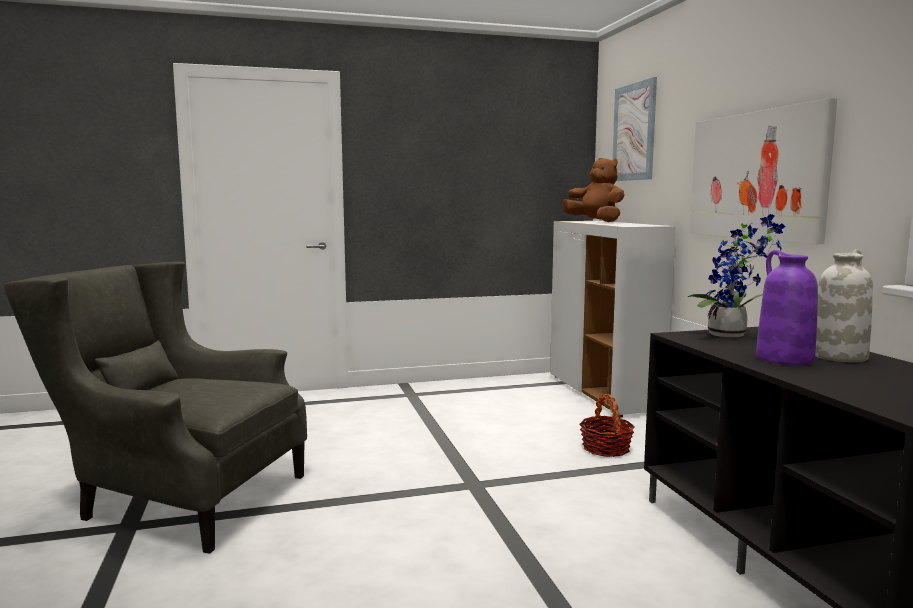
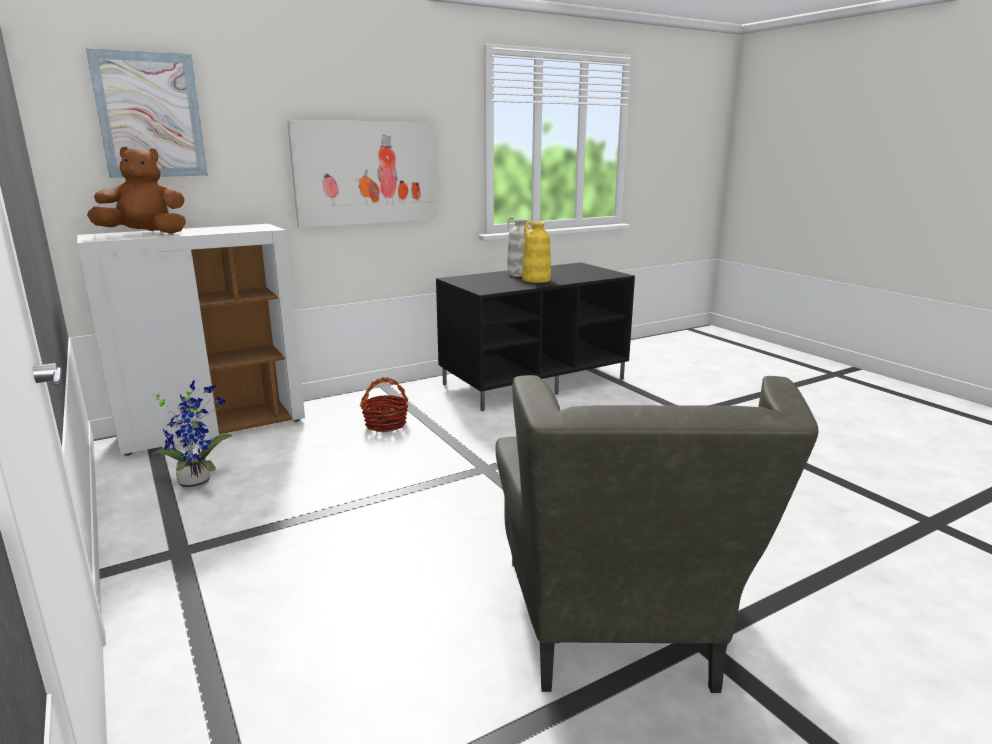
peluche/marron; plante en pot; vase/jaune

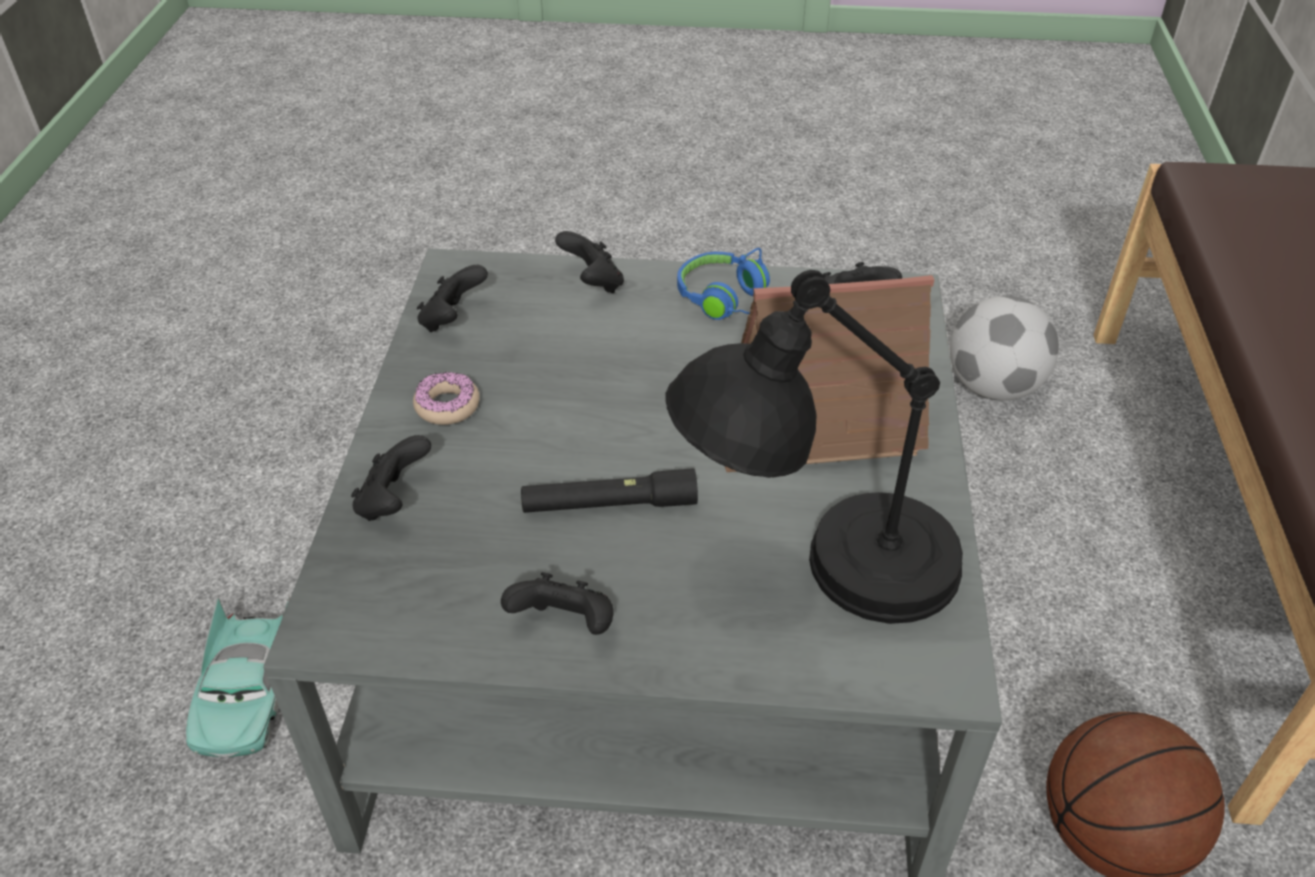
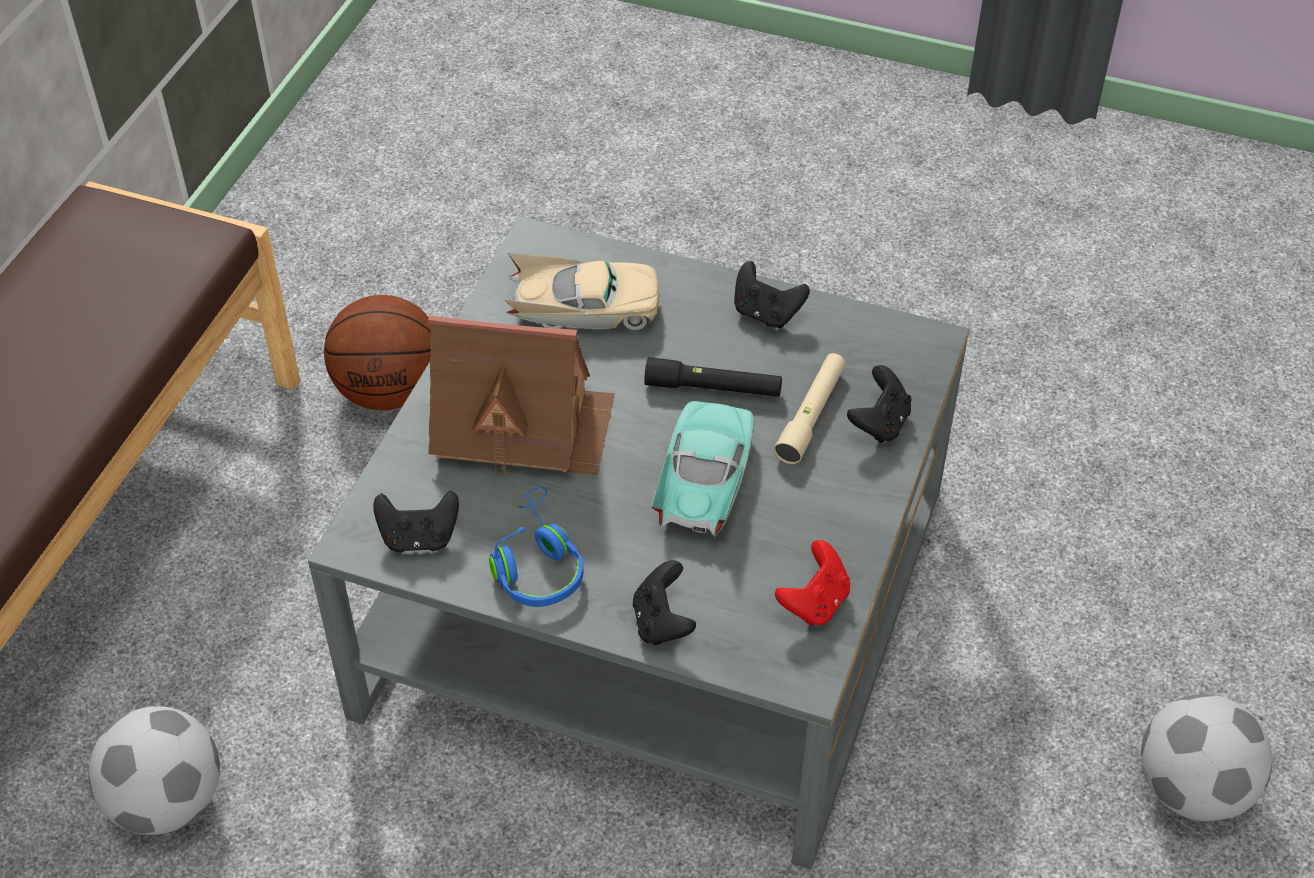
petite voiture/beige; petite voiture/turquoise; lampe de poche/beige; manette/rouge; ballon de foot (no. 2 from left); beignet

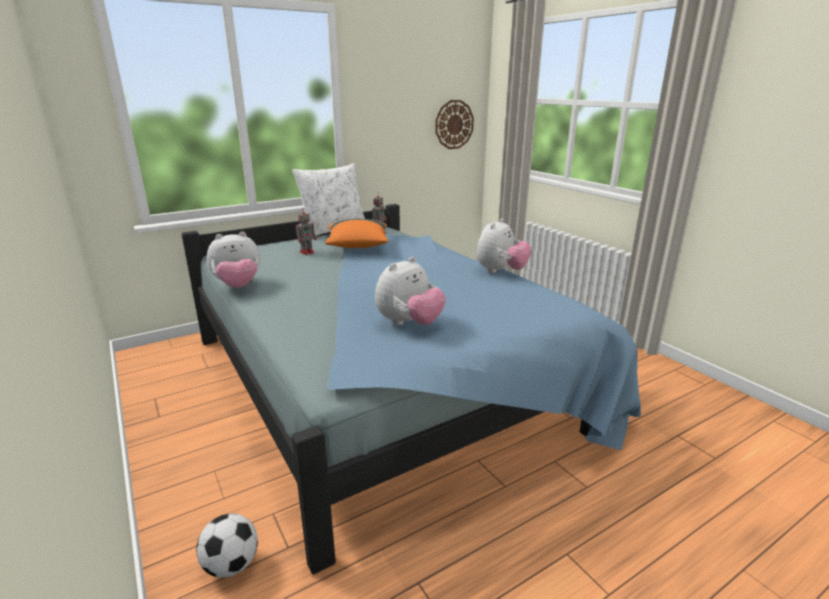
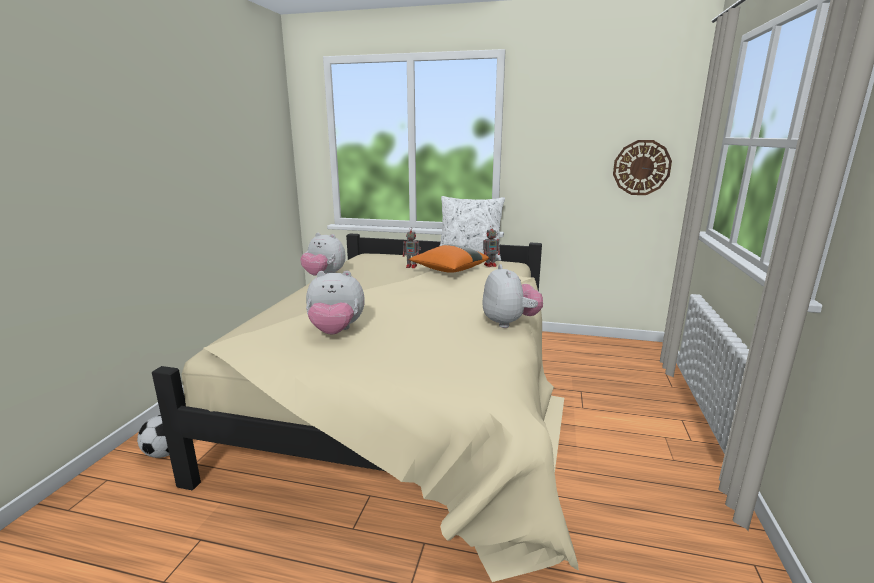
lit/beige; peluche (no. 3 from left)

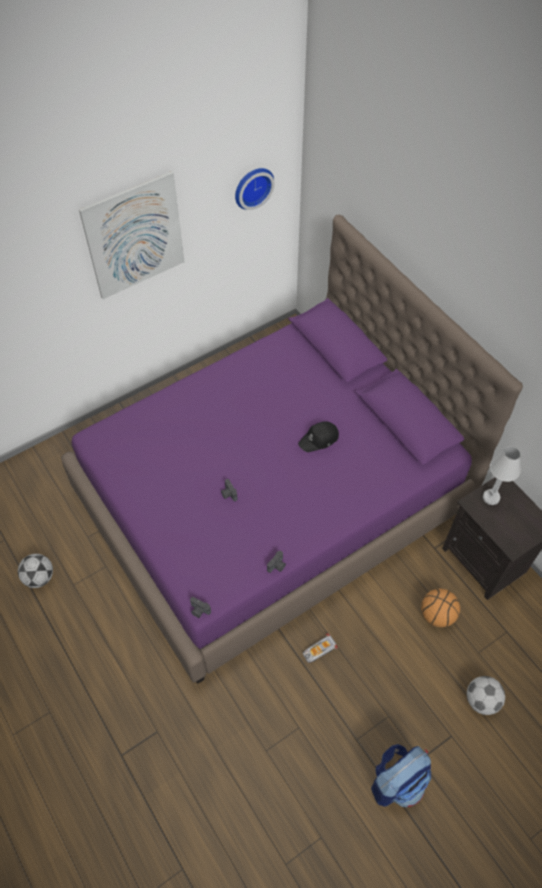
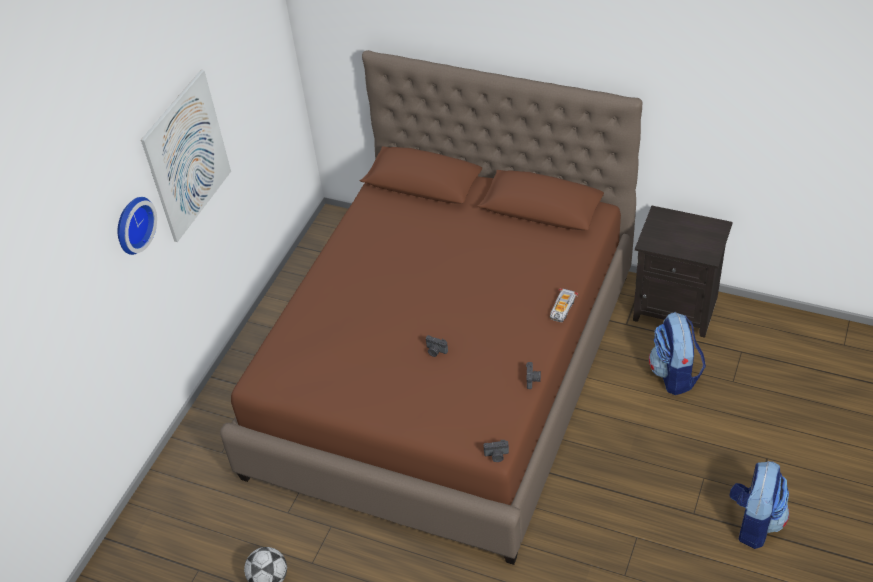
horloge murale; lit/marron; petite voiture; sac à dos (no. 1 from left); casquette/noir; ballon de foot (no. 2 from left in the first image); lampe de table/blanc

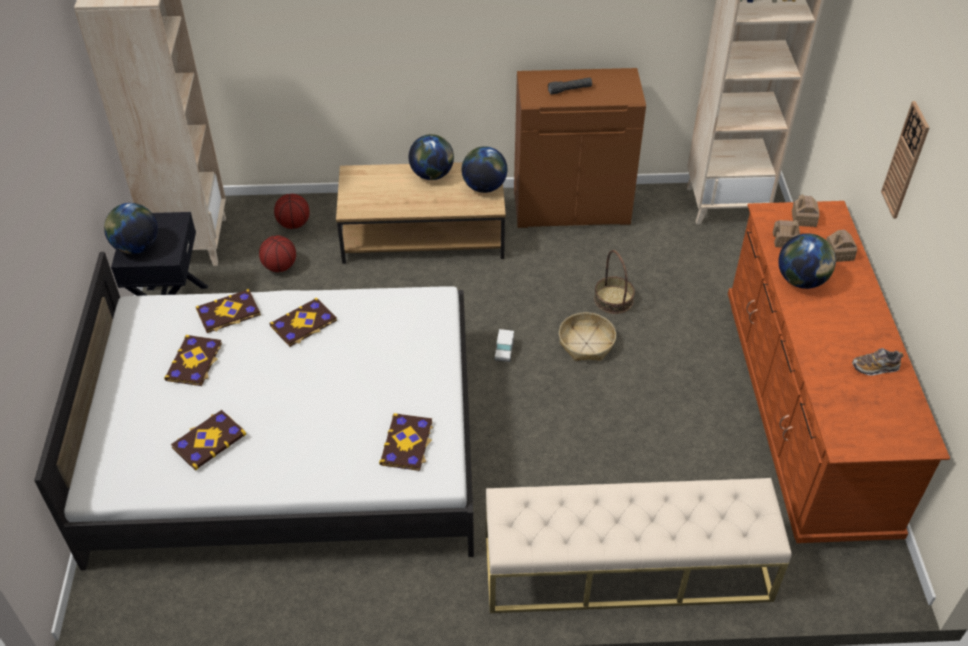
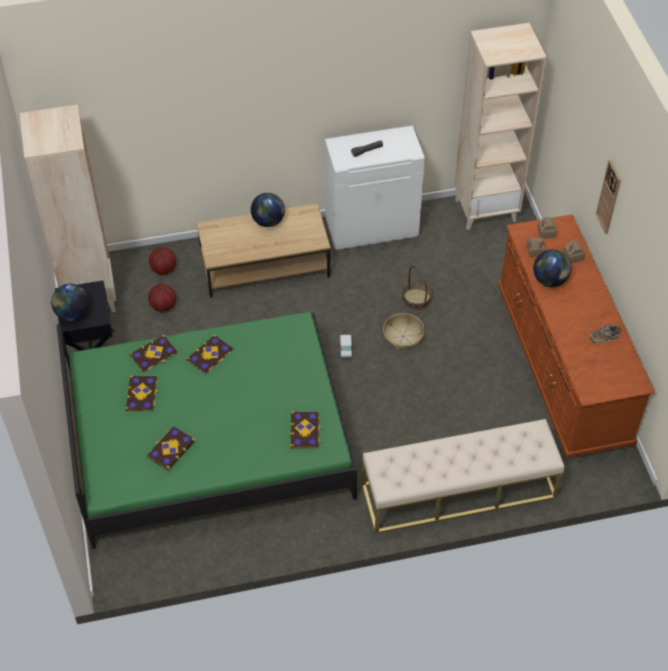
lit/vert; meuble de rangement/blanc; globe (no. 3 from left in the first image)

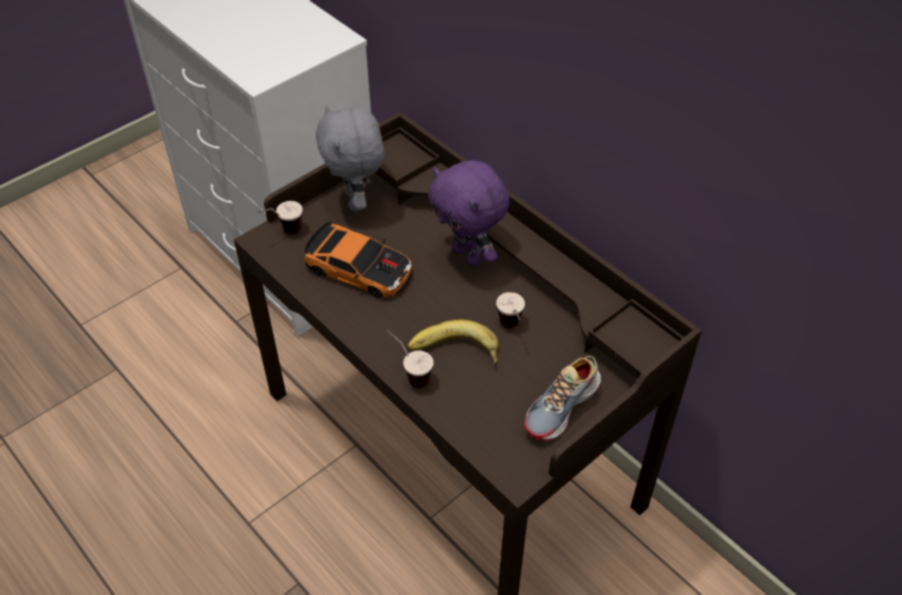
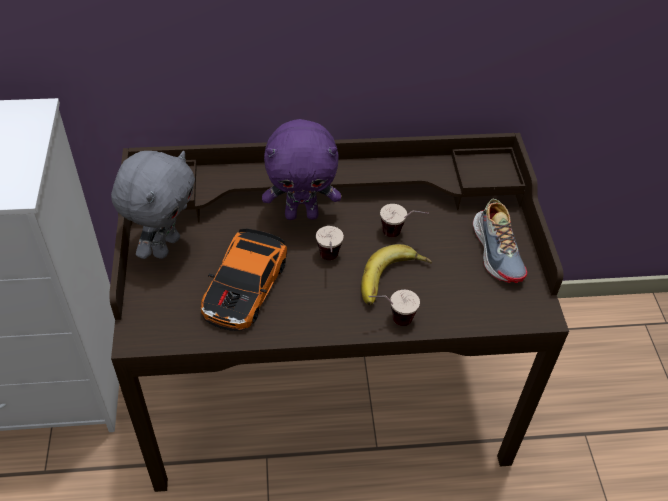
peluche/gris; petite voiture; tasse (no. 1 from left)

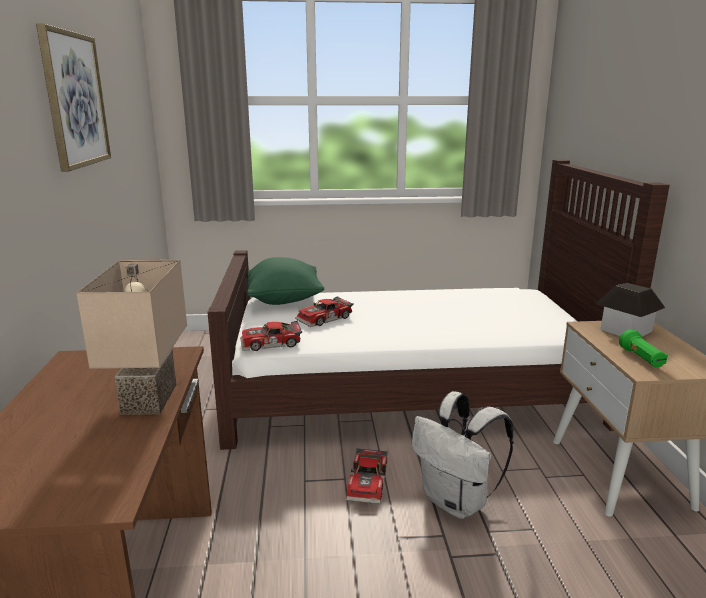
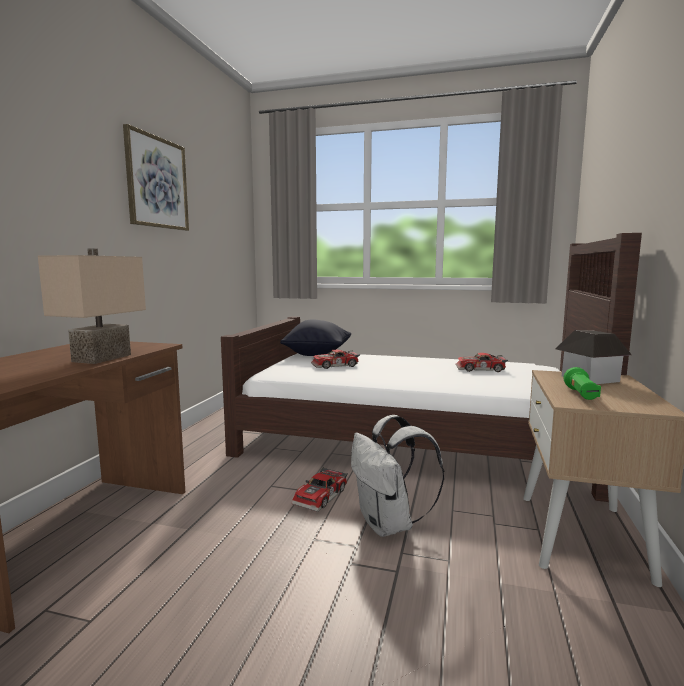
coussin/noir; petite voiture (no. 3 from left)

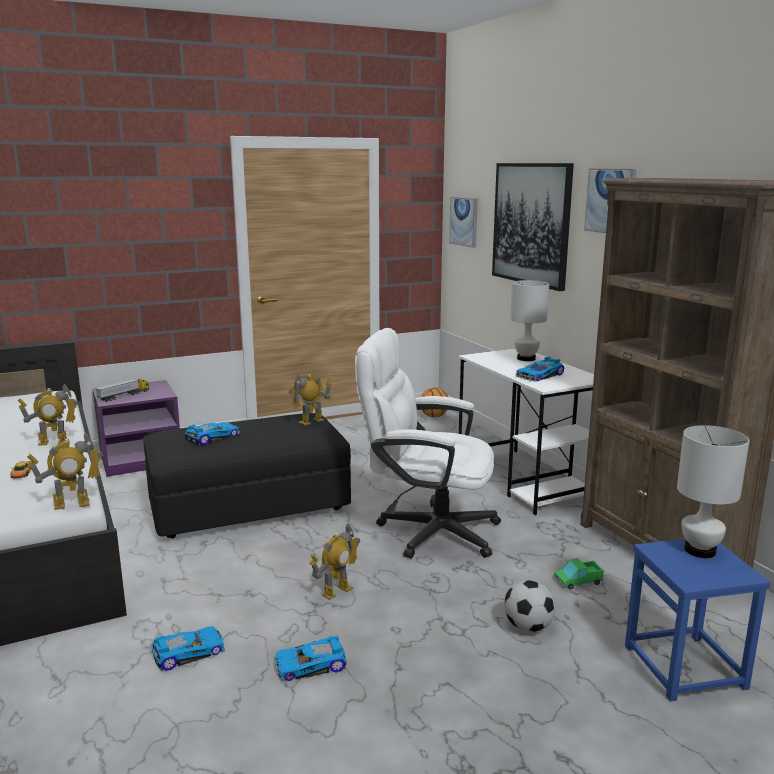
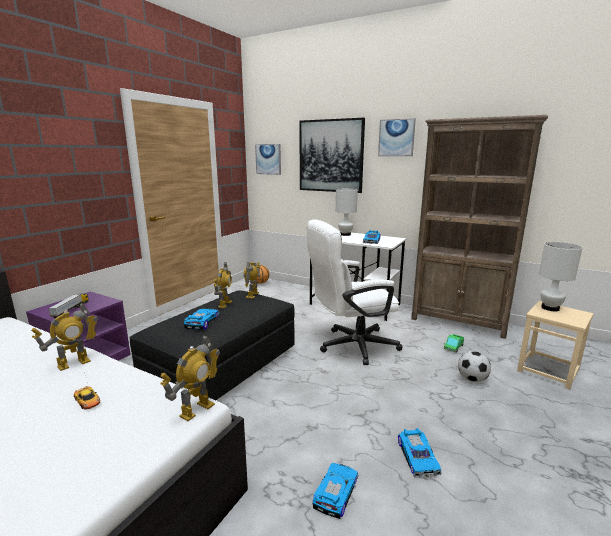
robot jouet (no. 3 from left); petite voiture (no. 5 from left); tabouret/beige

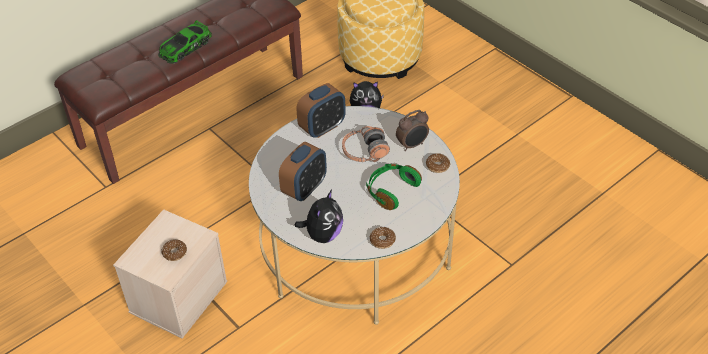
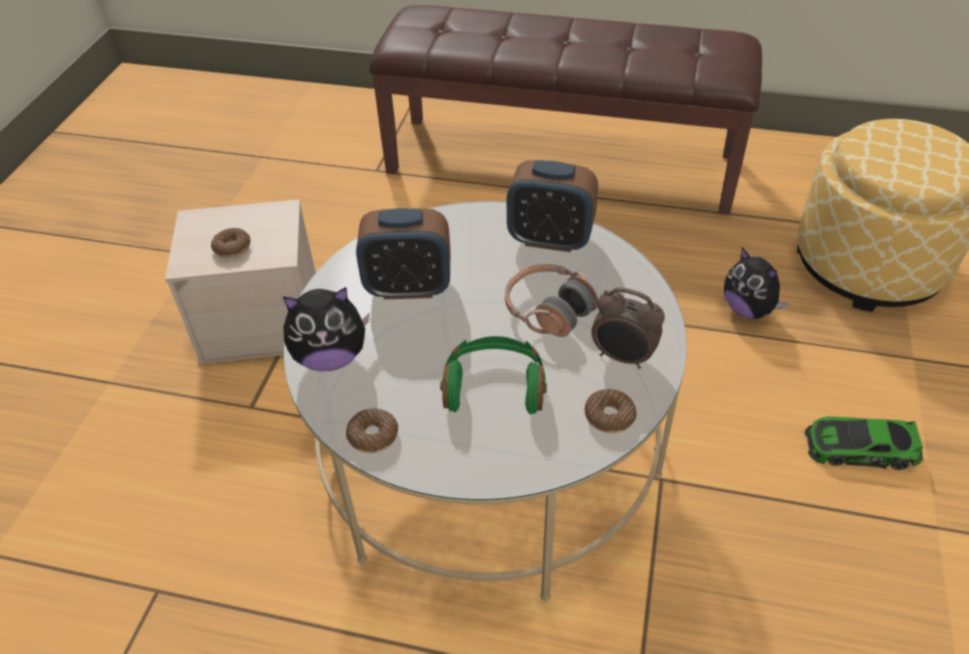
petite voiture

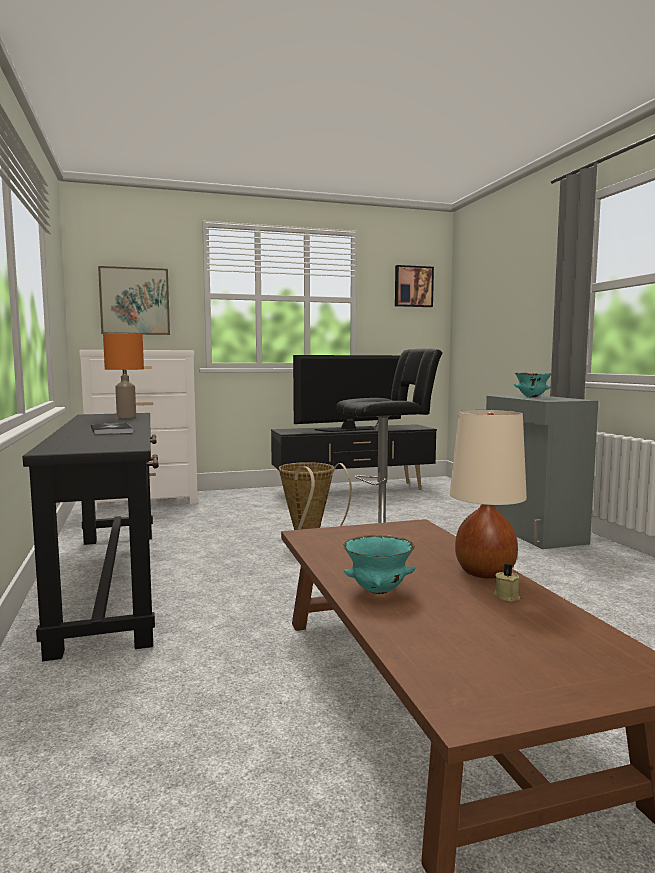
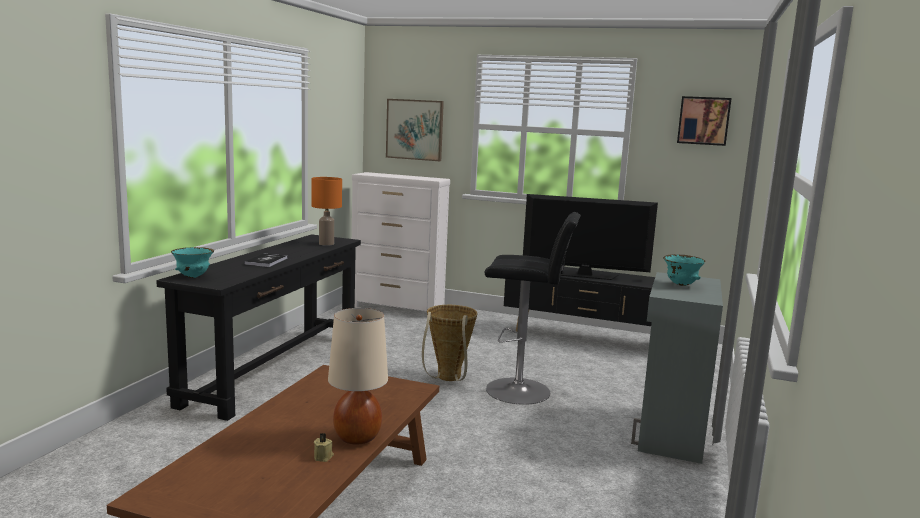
bol/turquoise (no. 1 from left)

